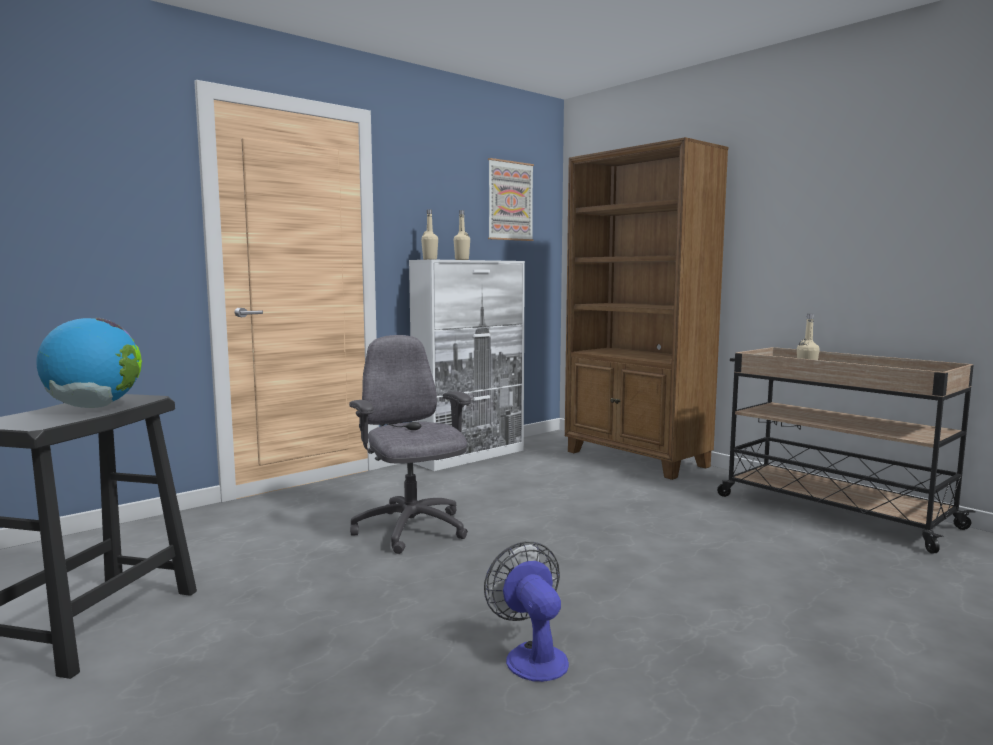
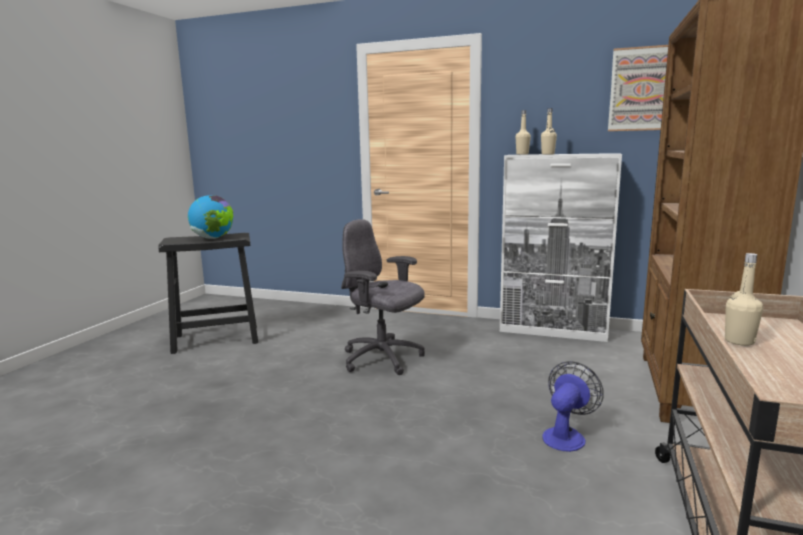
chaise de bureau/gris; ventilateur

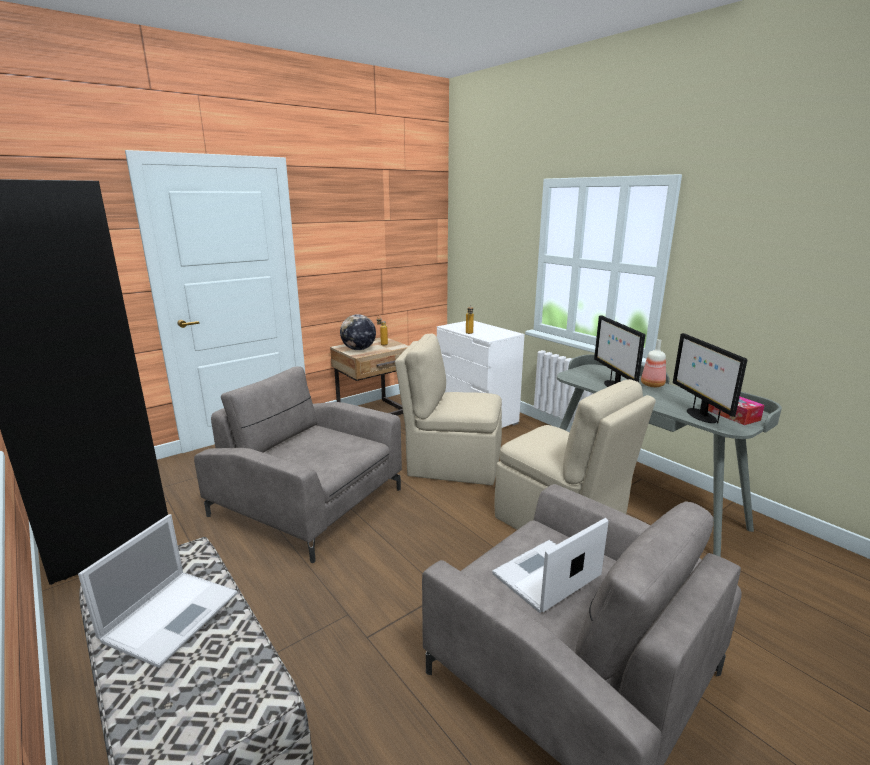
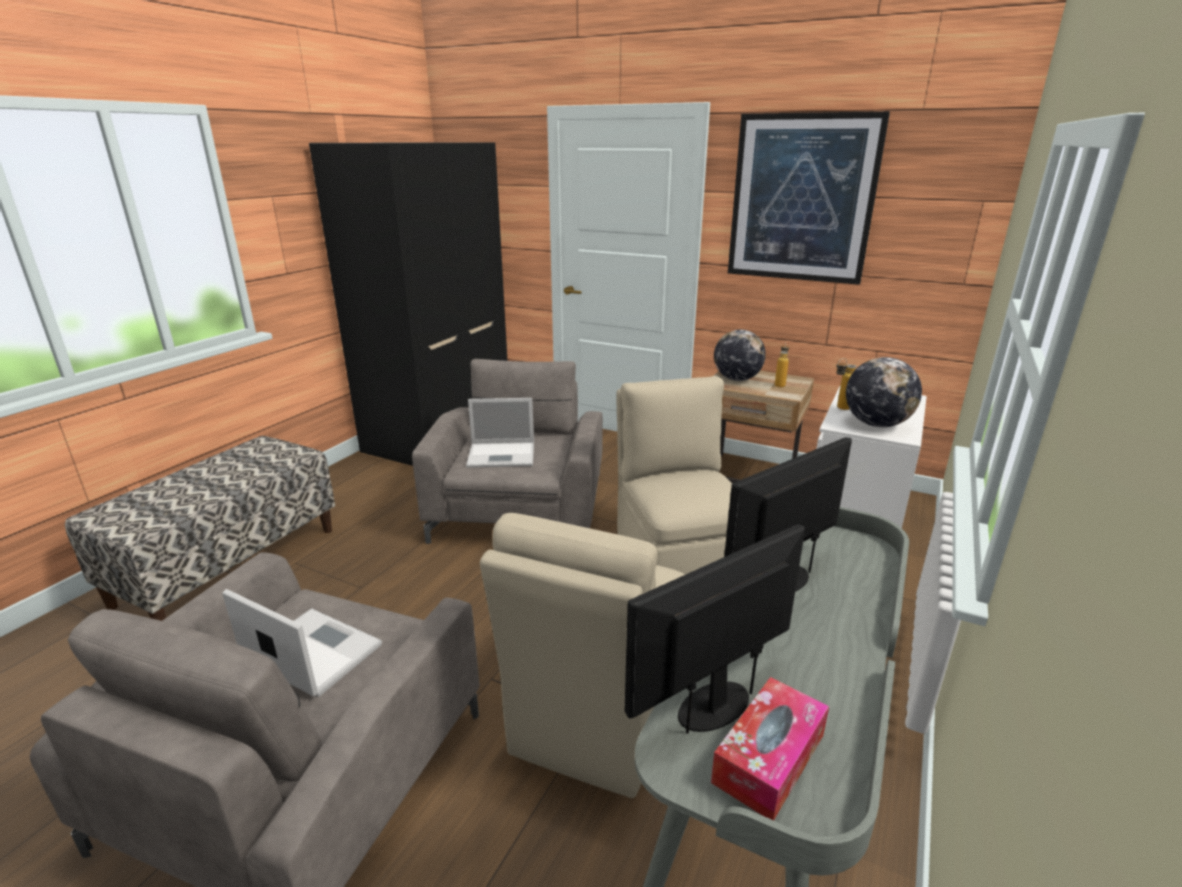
ordinateur portable (no. 2 from left); tableau; globe (no. 2 from left); bouteille (no. 3 from left in the first image)

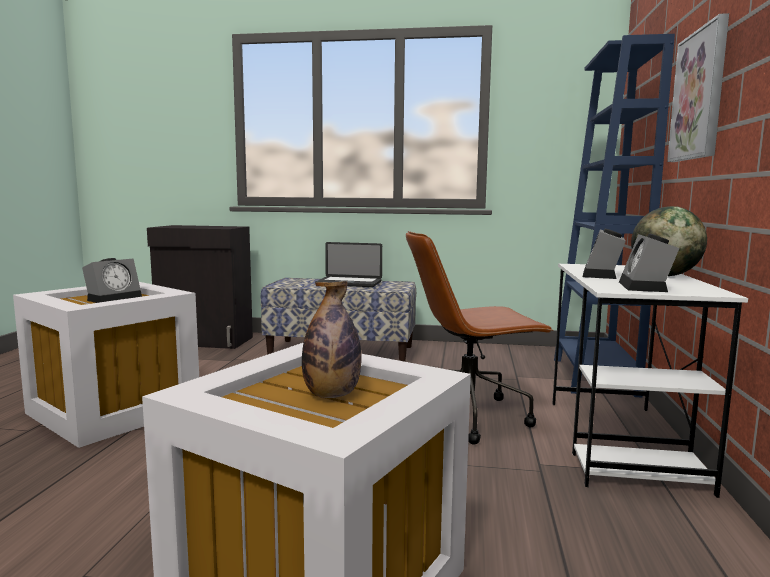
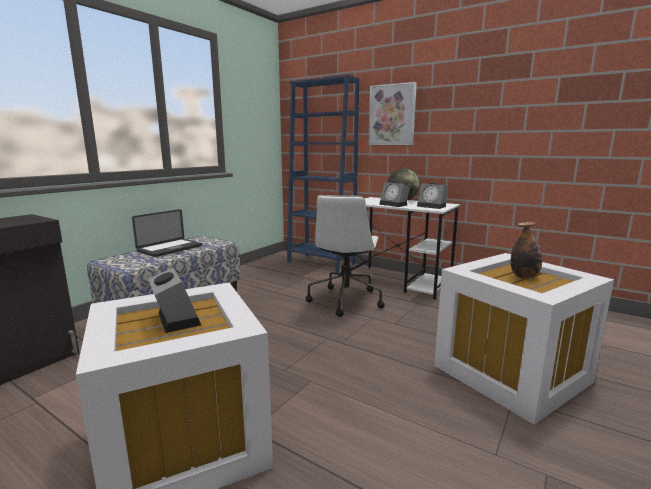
chaise de bureau/blanc

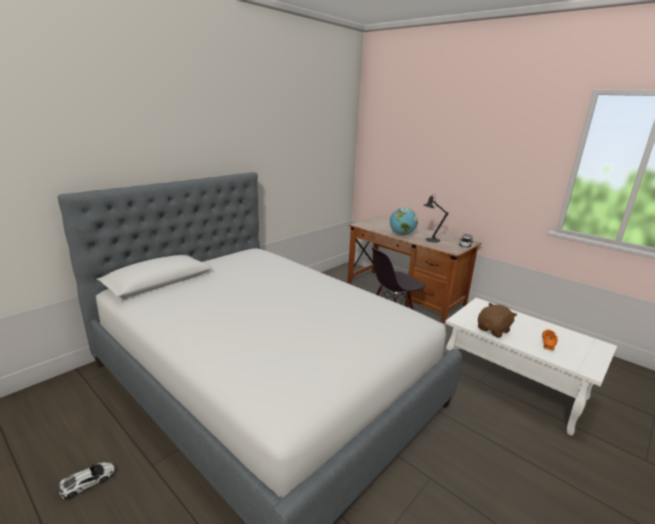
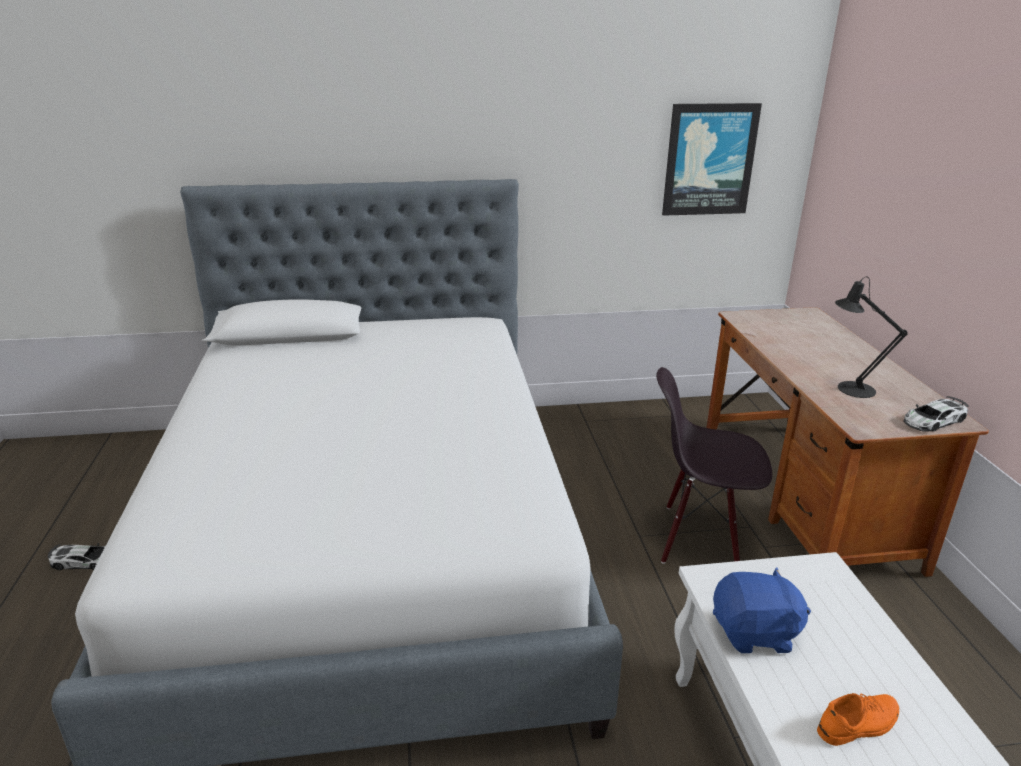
tableau; peluche/bleu; globe

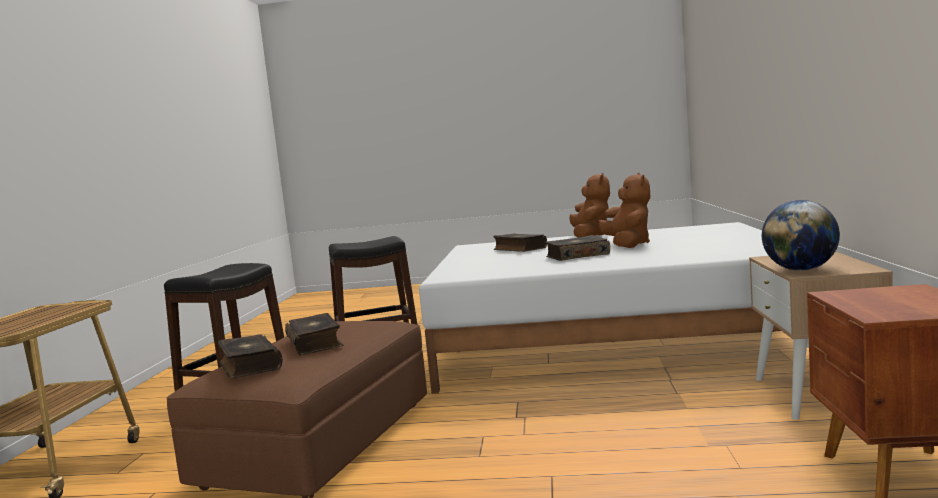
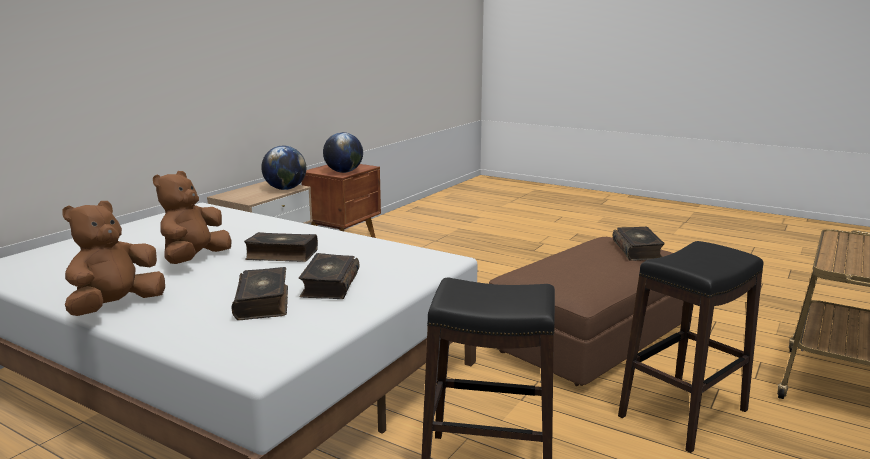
livre (no. 3 from left); globe (no. 2 from left)

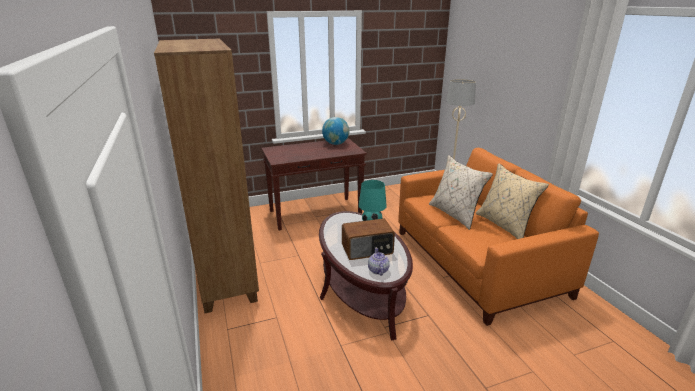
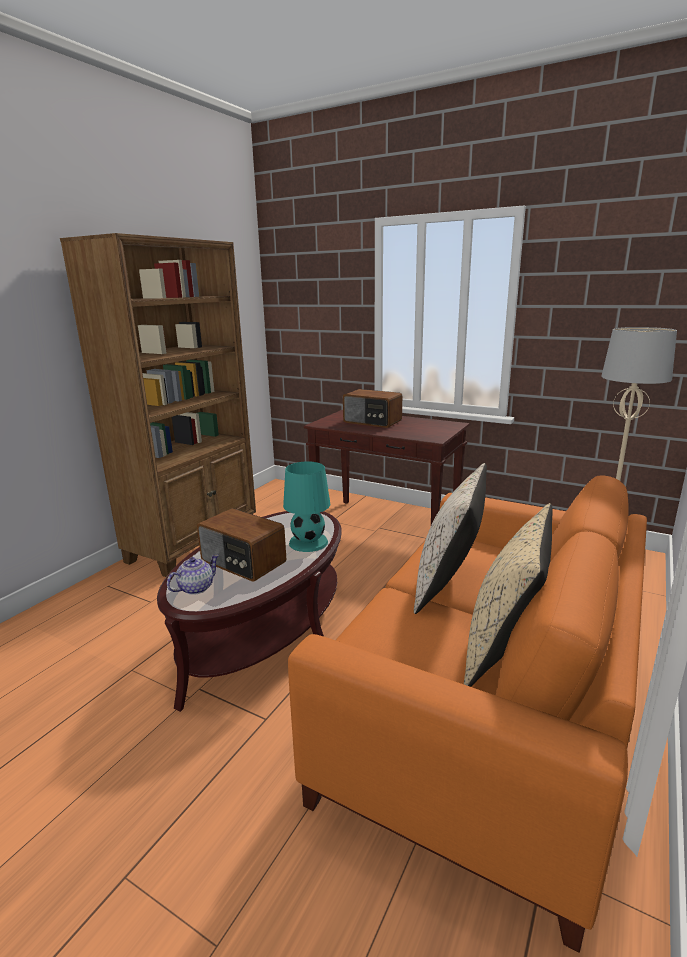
radio (no. 2 from left); globe

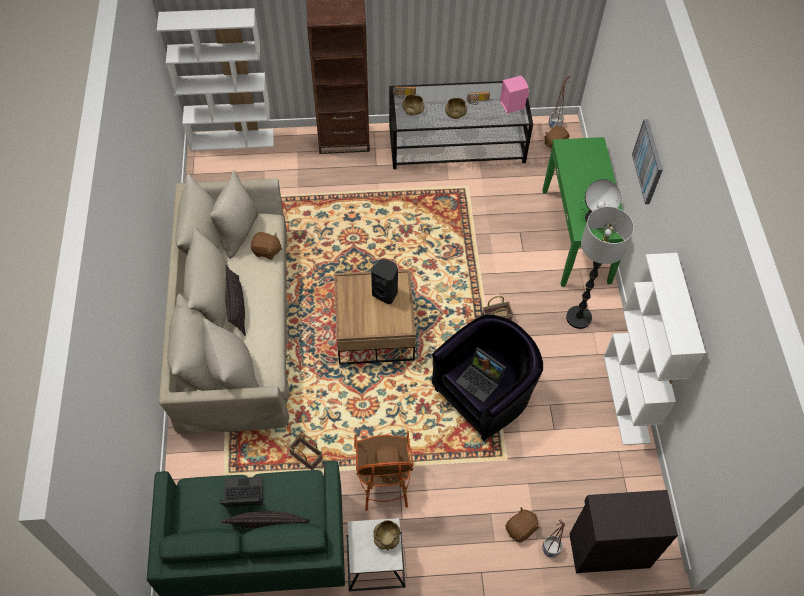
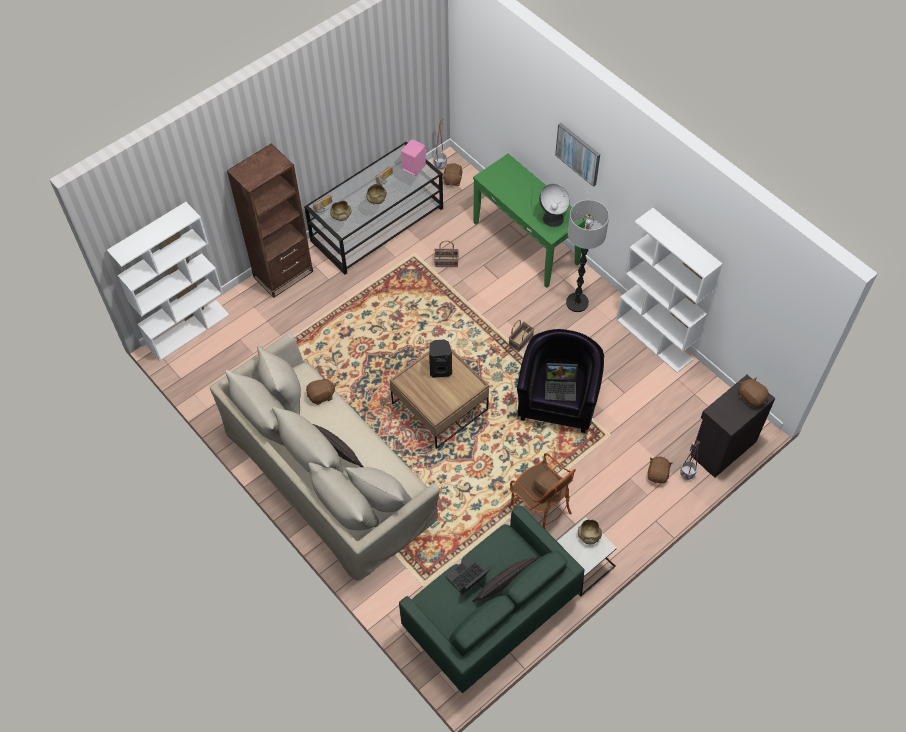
panier (no. 1 from left); peluche/marron (no. 5 from left)

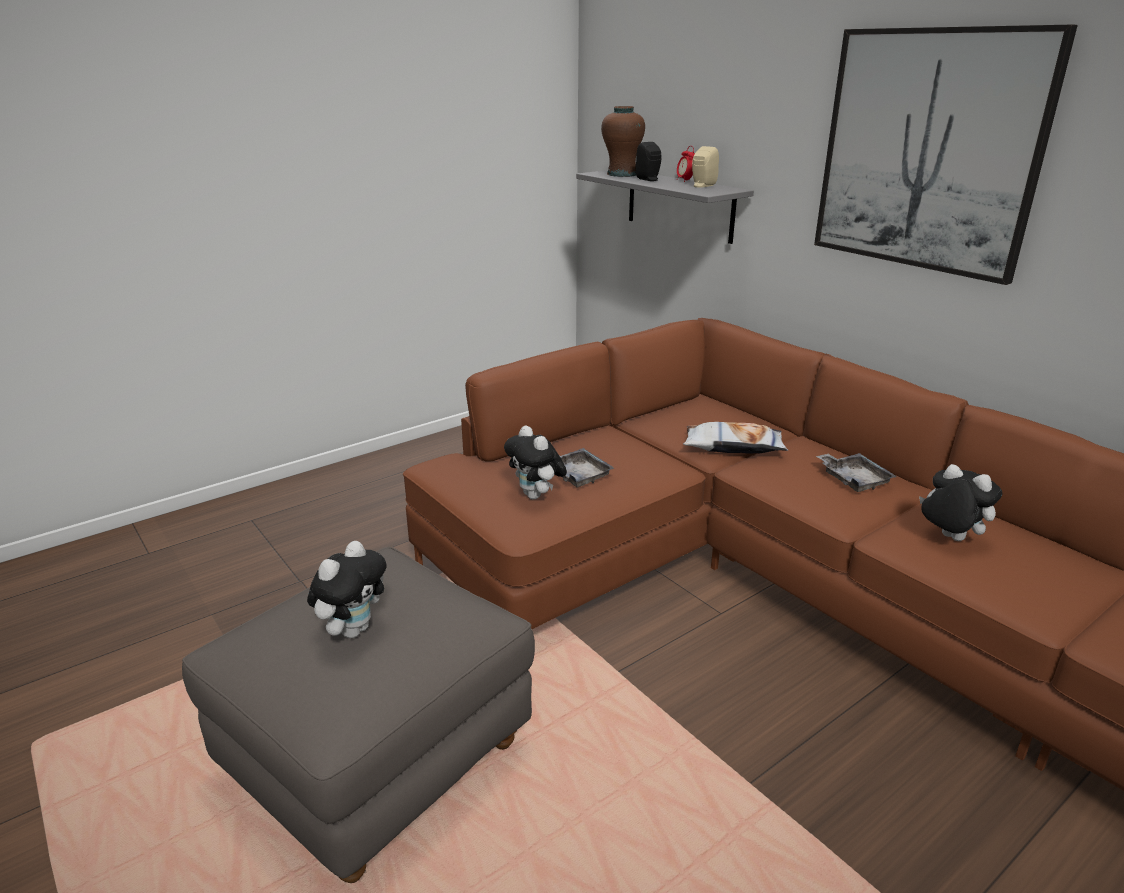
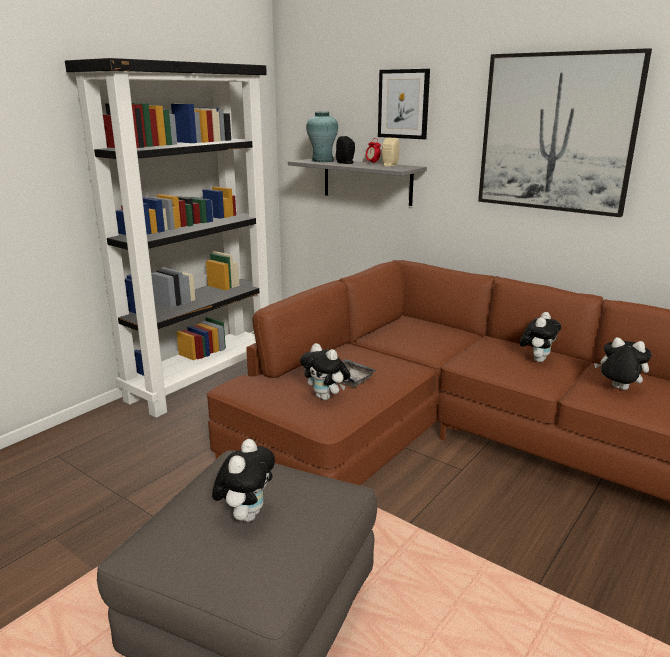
bibliothèque/noir; vase/turquoise; tableau (no. 1 from left); peluche (no. 3 from left); coussin

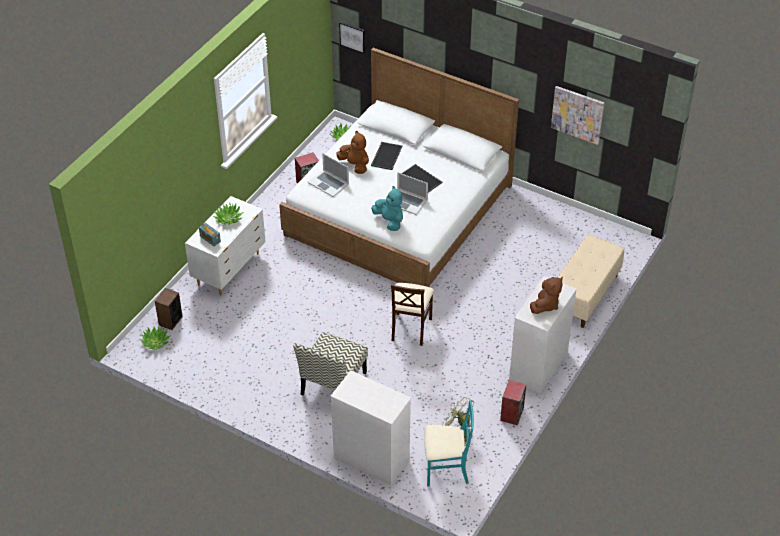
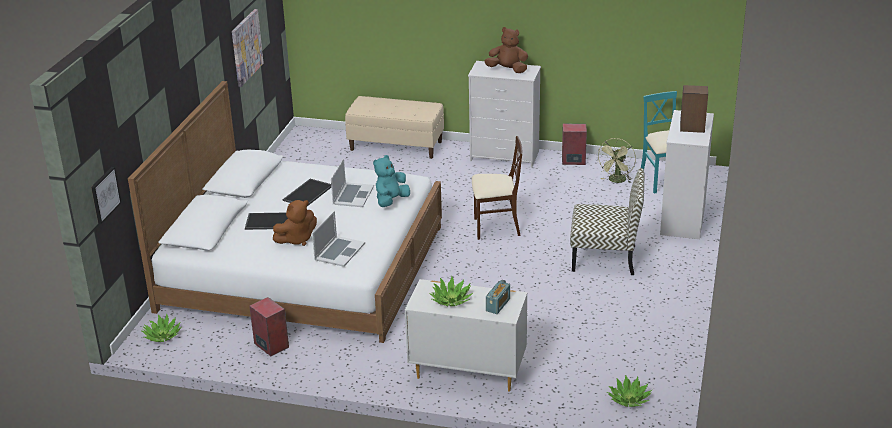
peluche/marron (no. 1 from left); enceinte (no. 3 from left)

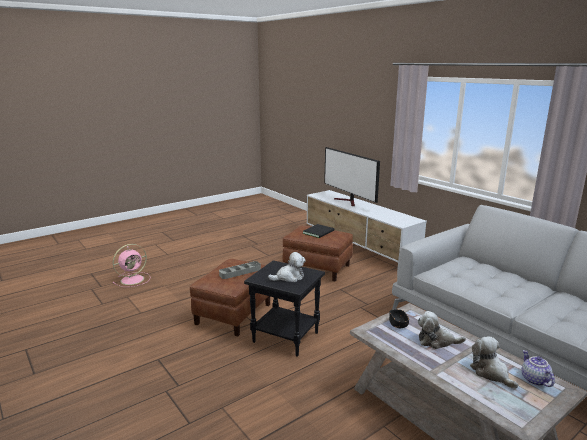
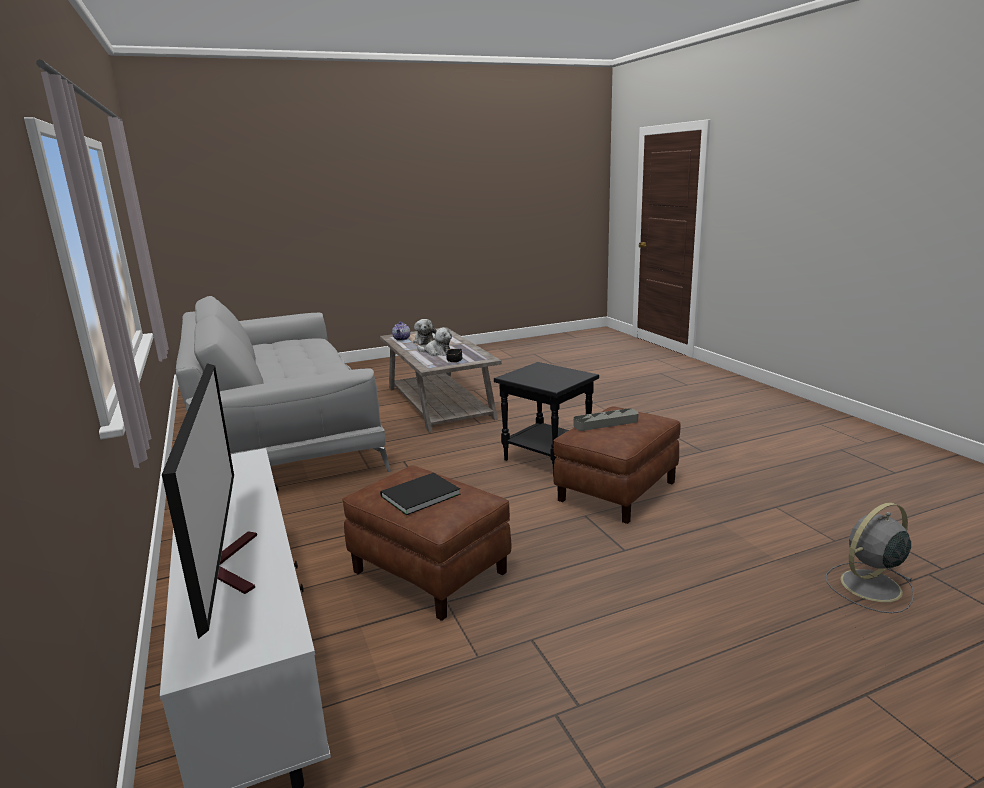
ventilateur/gris; peluche (no. 1 from left in the first image)

